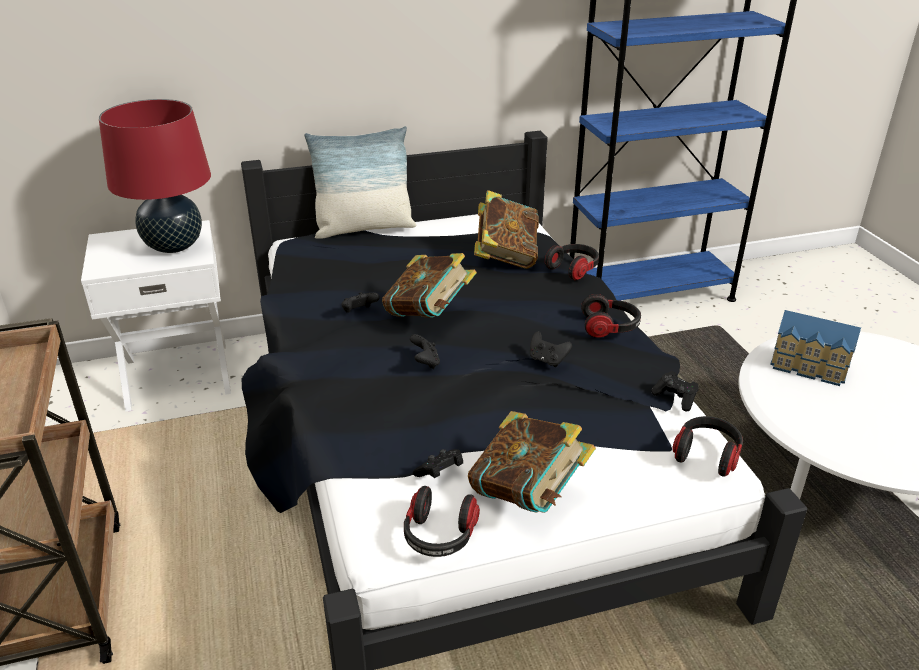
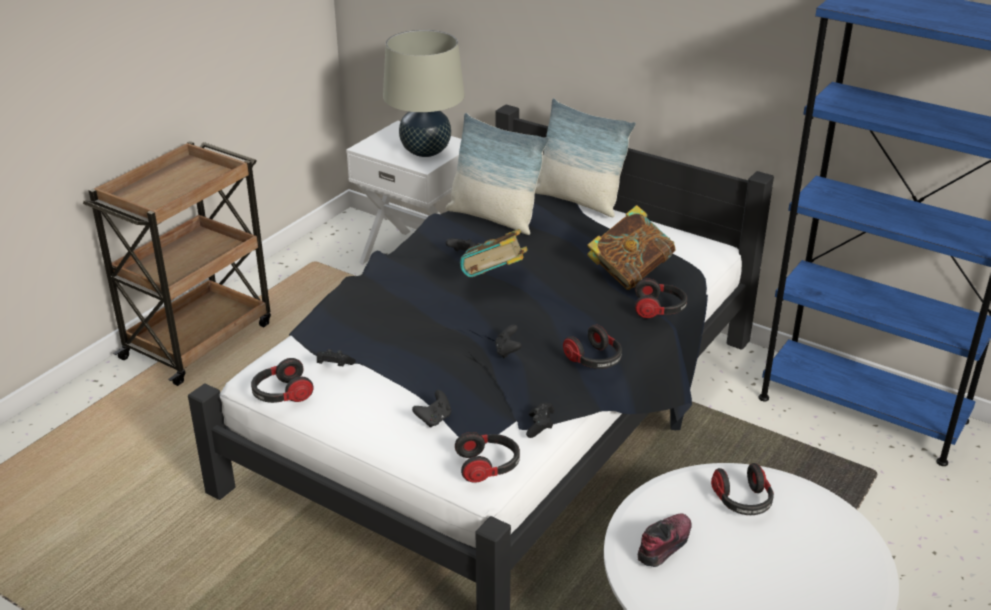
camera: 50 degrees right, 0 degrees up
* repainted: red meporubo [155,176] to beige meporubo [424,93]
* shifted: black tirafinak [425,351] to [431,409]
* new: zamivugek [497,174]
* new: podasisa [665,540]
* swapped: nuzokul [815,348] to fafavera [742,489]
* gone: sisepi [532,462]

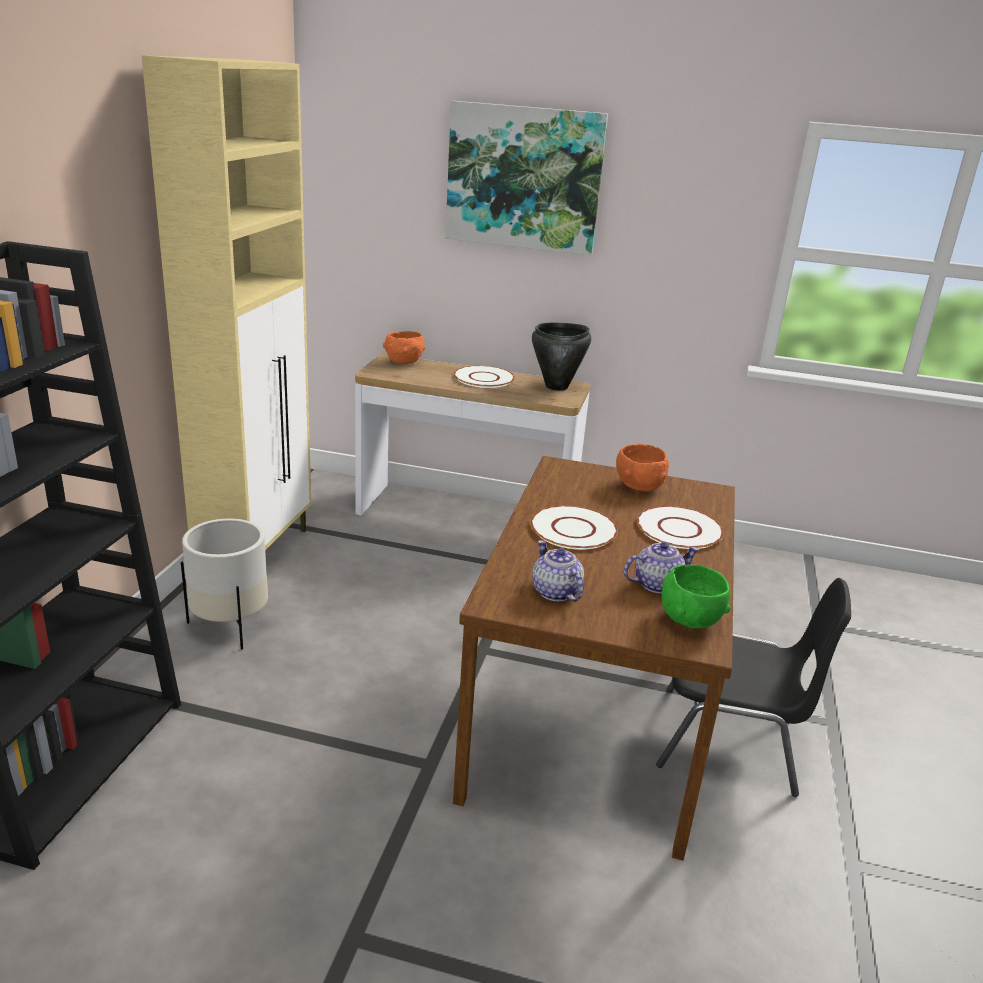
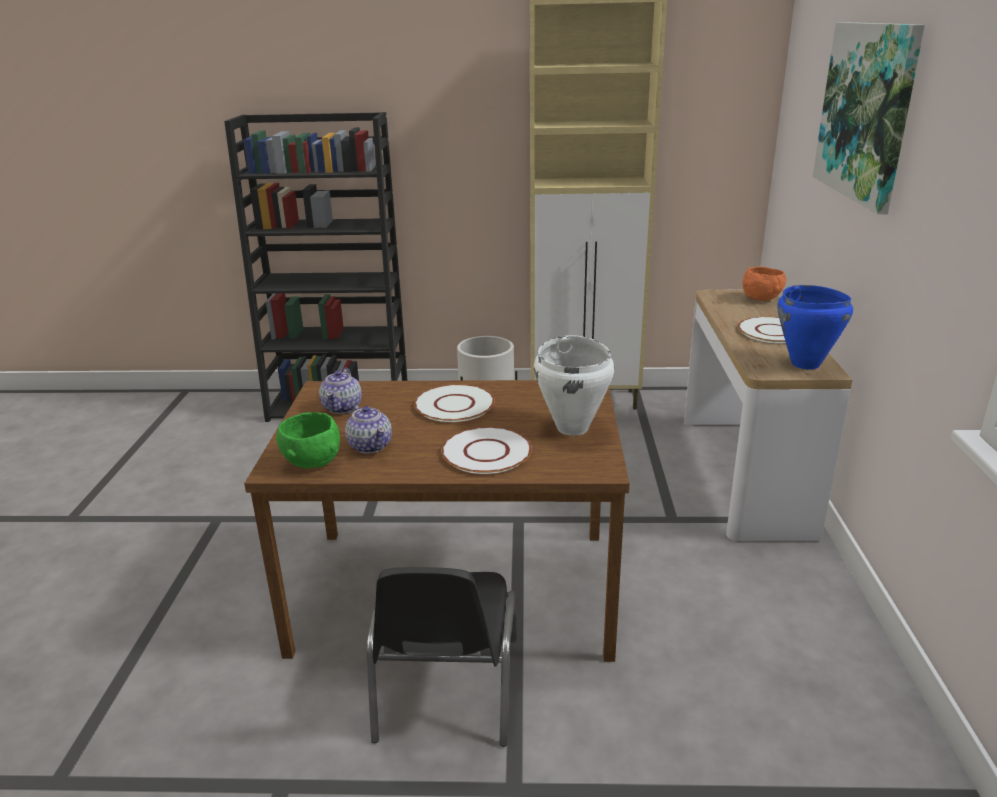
camera: 80 degrees right, 0 degrees up
* rotated: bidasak [558,571] = [340,391] 135 degrees clockwise
* swapped: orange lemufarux [642,467] to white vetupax [574,385]
* repainted: black vetupax [561,356] to blue vetupax [815,327]

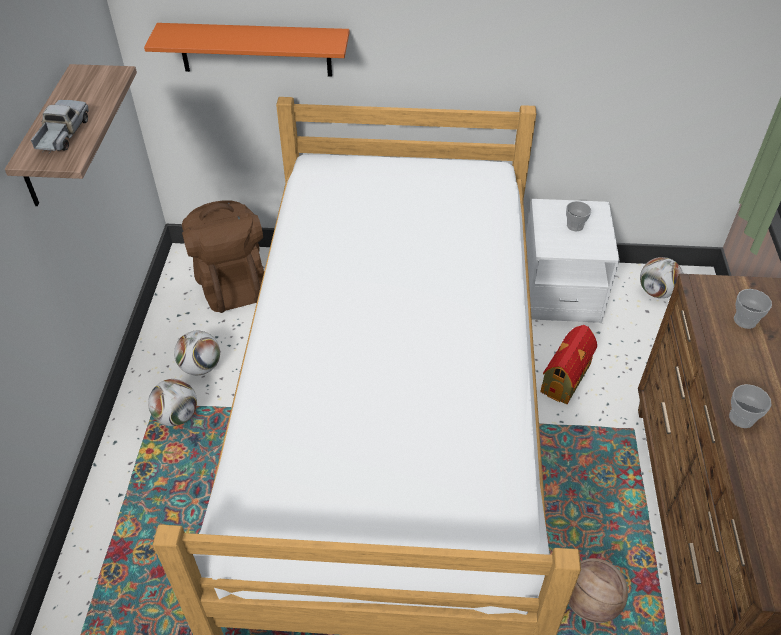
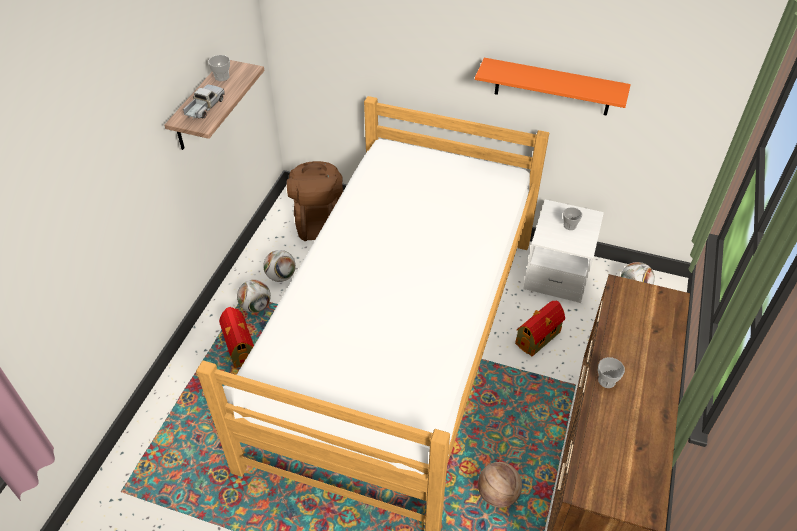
camera: 15 degrees right, 0 degrees up
* shifted: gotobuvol [753,309] to [219,68]
* new: nuzokul [236,337]
* shifted: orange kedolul [246,50] to [553,87]

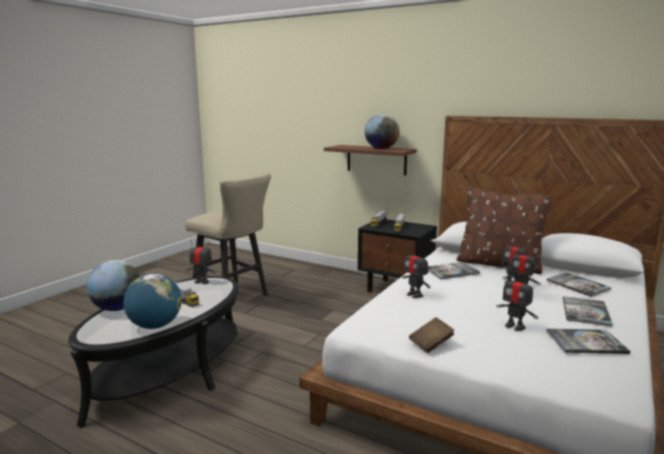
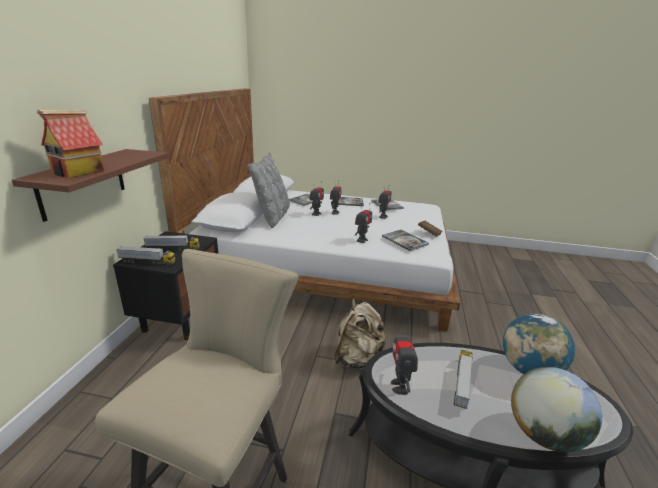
camera: 110 degrees left, 10 degrees up
* new: nuzokul [70,144]
* repainted: brown zamivugek [504,230] to grey zamivugek [269,190]
* new: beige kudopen [360,334]
* shifted: sisepi [454,271] to [405,240]
* gone: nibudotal [382,131]

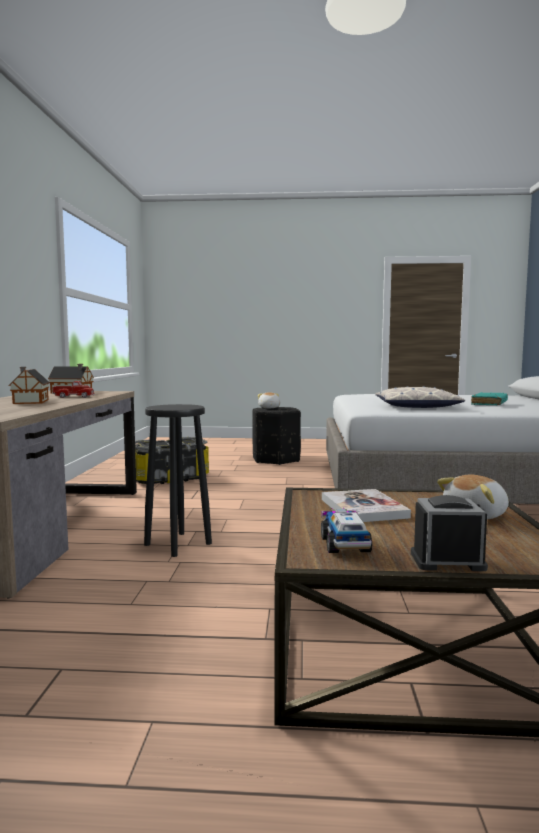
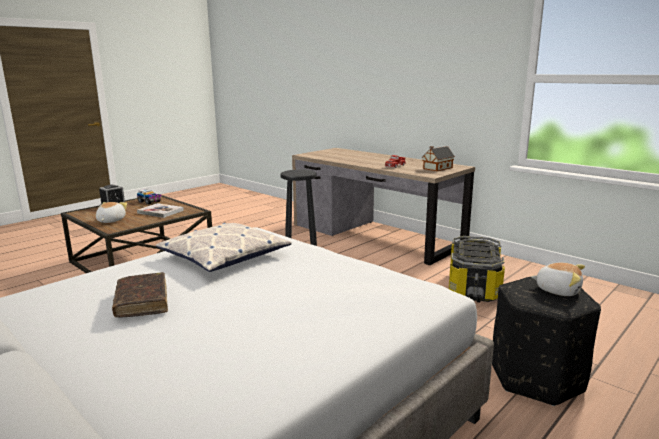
camera: 130 degrees right, 10 degrees up
* repainted: turquoise sisepi [489,399] to brown sisepi [140,294]
* gone: nuzokul [29,385]

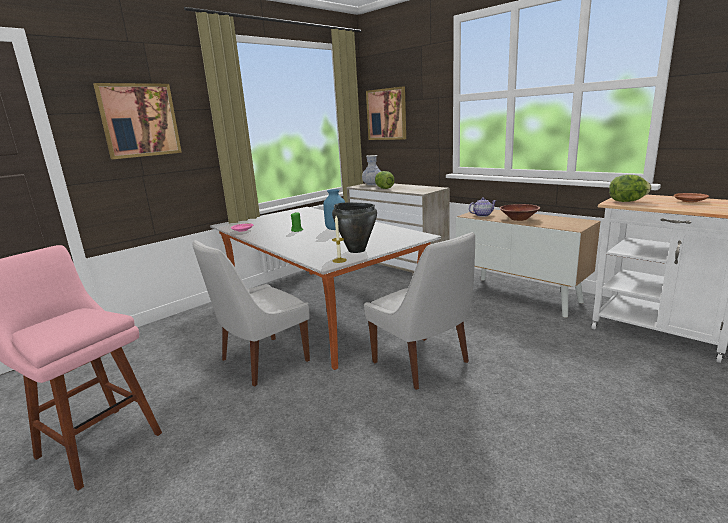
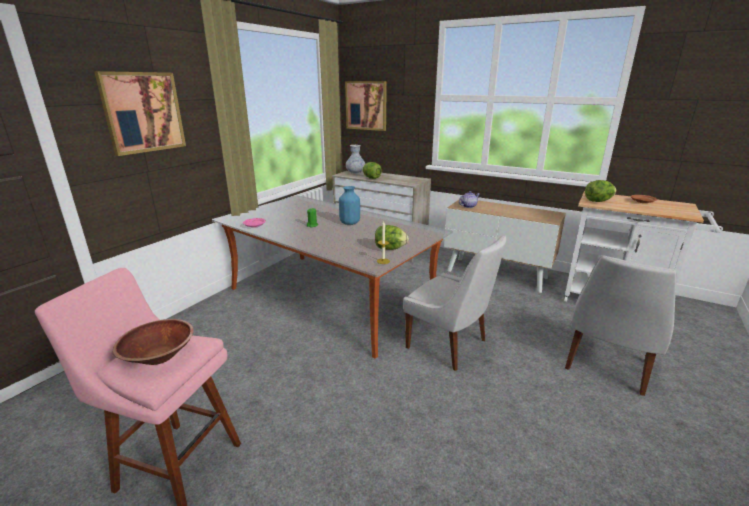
camera: 15 degrees left, 5 degrees up
* shifted: brown lemufarux [520,212] to [153,342]
* swapped: black vetupax [354,227] to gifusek [392,237]
* shifted: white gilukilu [251,313] to [621,325]

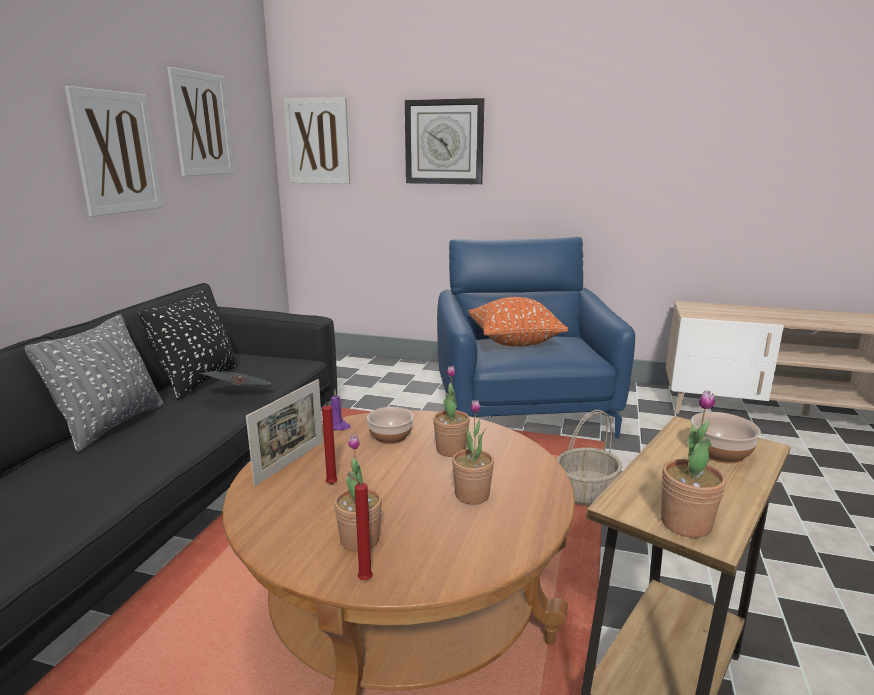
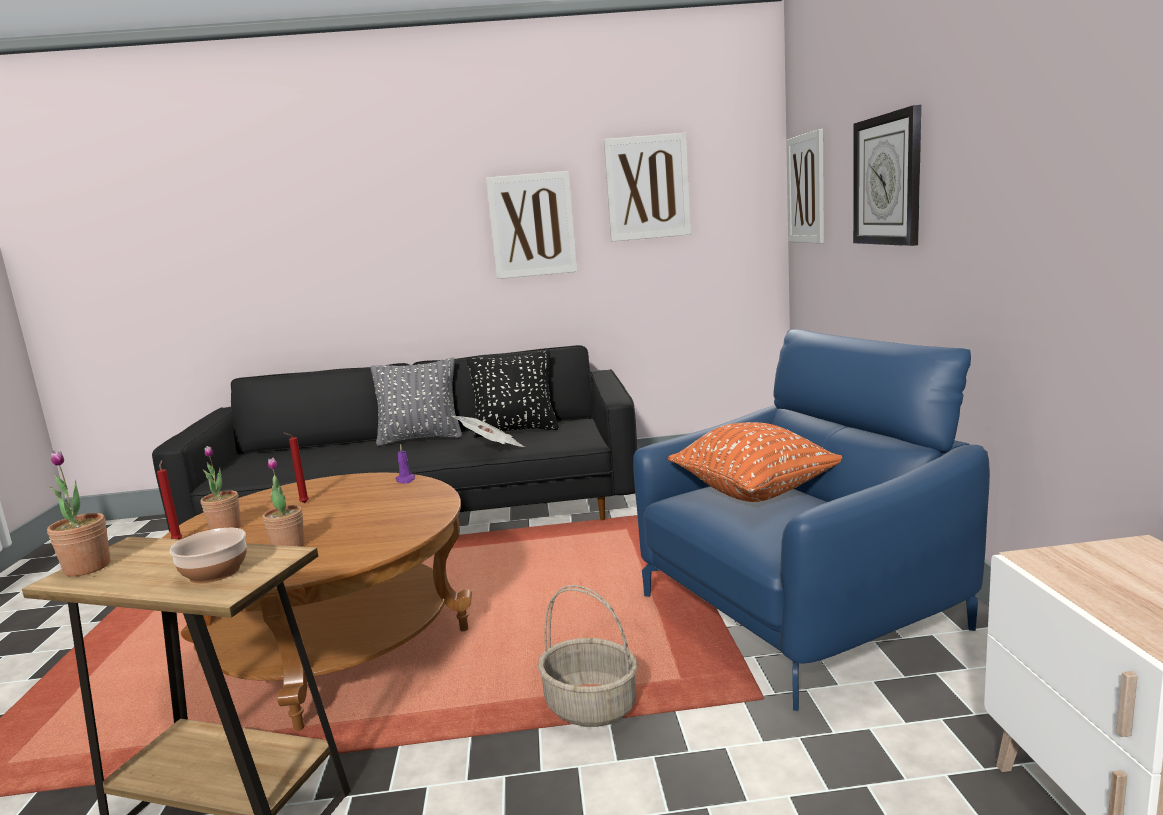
camera: 70 degrees right, 5 degrees down
* gone: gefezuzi [284,432]
* gone: lemufarux [390,425]
* gone: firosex [451,411]

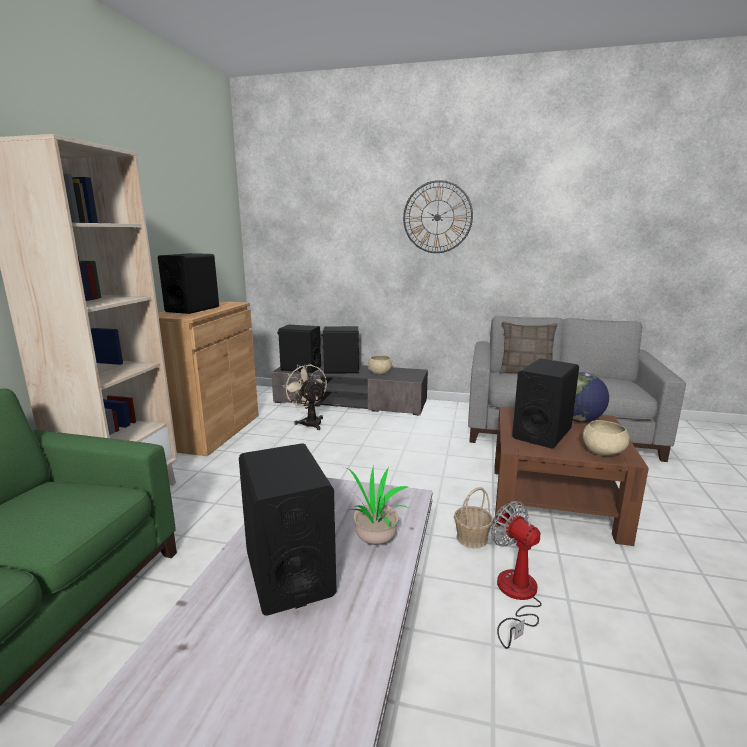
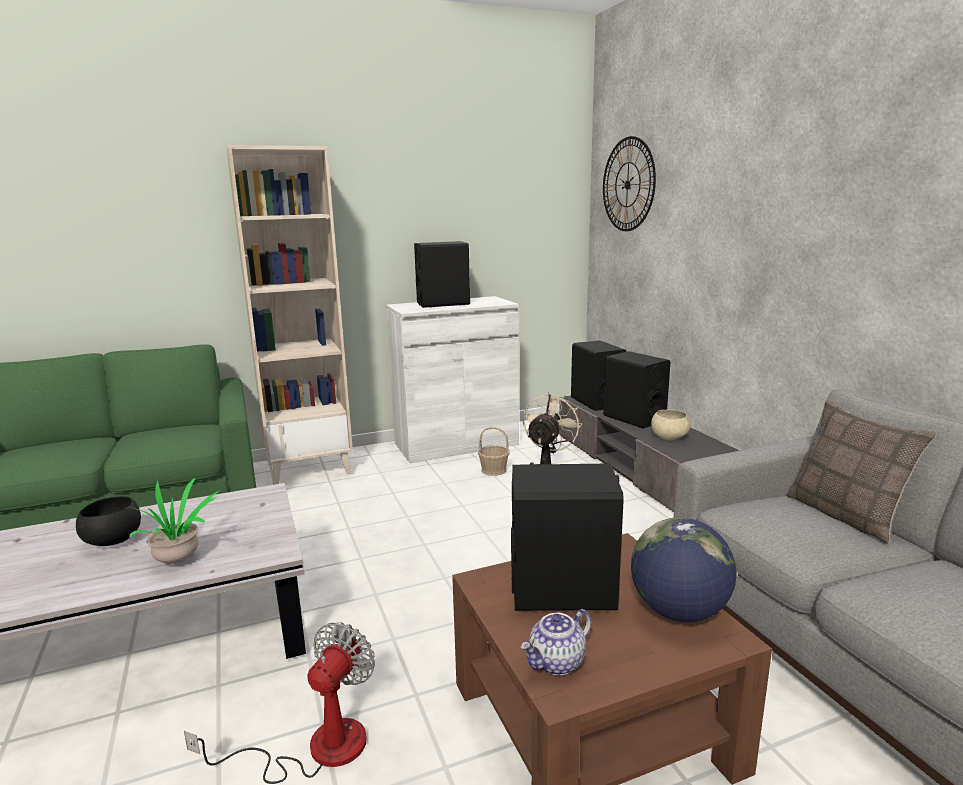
camera: 55 degrees right, 0 degrees up
* swapped: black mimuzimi [288,529] to black lemufarux [108,521]
* repainted: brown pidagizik [208,378] to white pidagizik [452,379]
* shifted: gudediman [473,517] to [494,451]
* swapped: beige lemufarux [606,438] to bidasak [556,642]
* shifted: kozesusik [438,216] to [629,183]

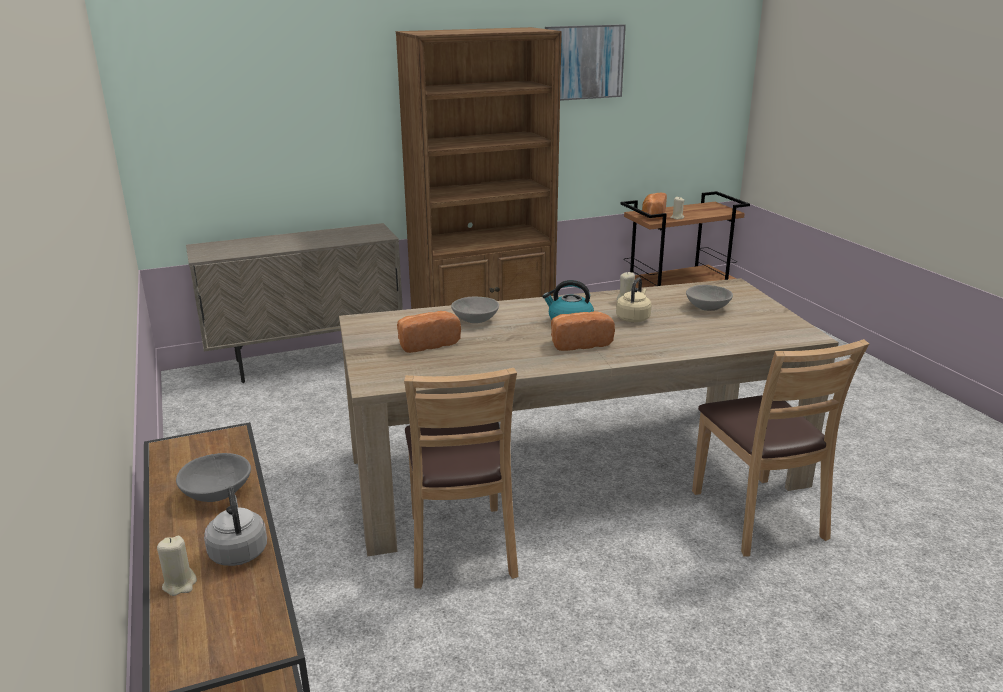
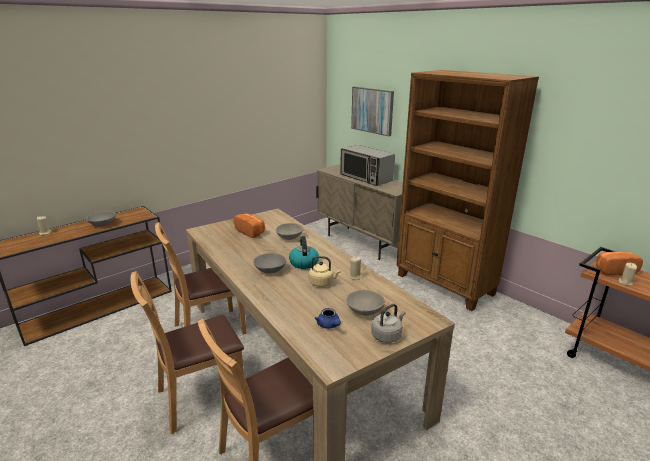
camera: 70 degrees right, 0 degrees up
* new: brown gilukilu [187,352]
* swapped: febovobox [583,331] to grey lemufarux [269,263]
* new: blue bidasak [328,318]
* new: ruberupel [367,165]
* shifted: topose [585,62] to [372,111]
* shifted: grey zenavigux [235,526] to [388,323]

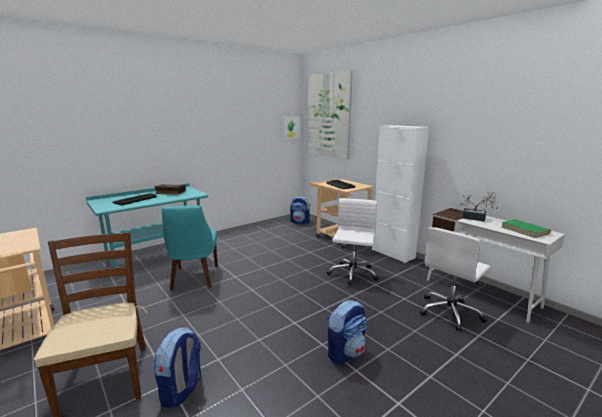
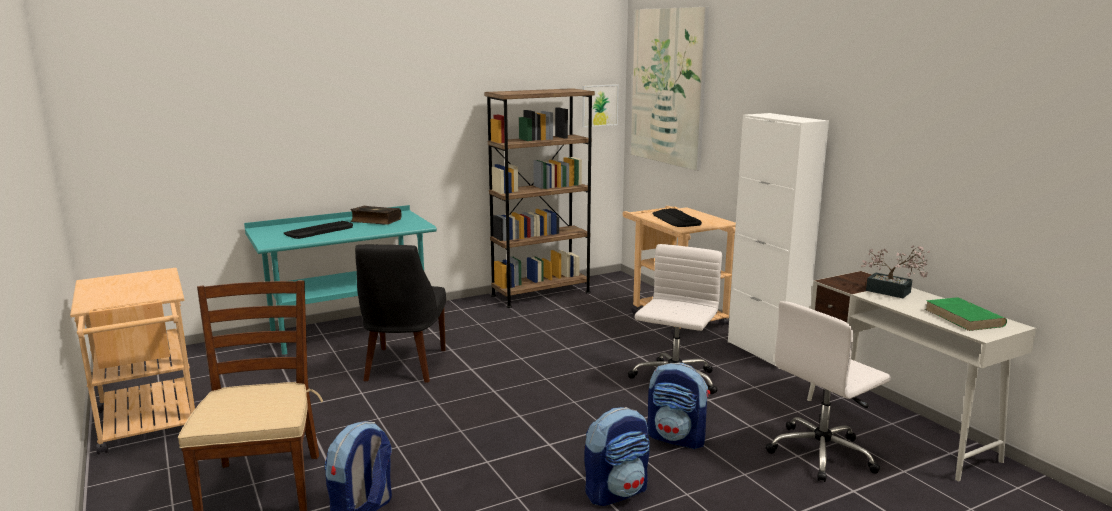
camera: 10 degrees right, 0 degrees up
* repainted: turquoise gilukilu [190,247] to black gilukilu [400,313]
* new: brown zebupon [539,198]
* shifted: kudopen [300,210] to [678,406]

